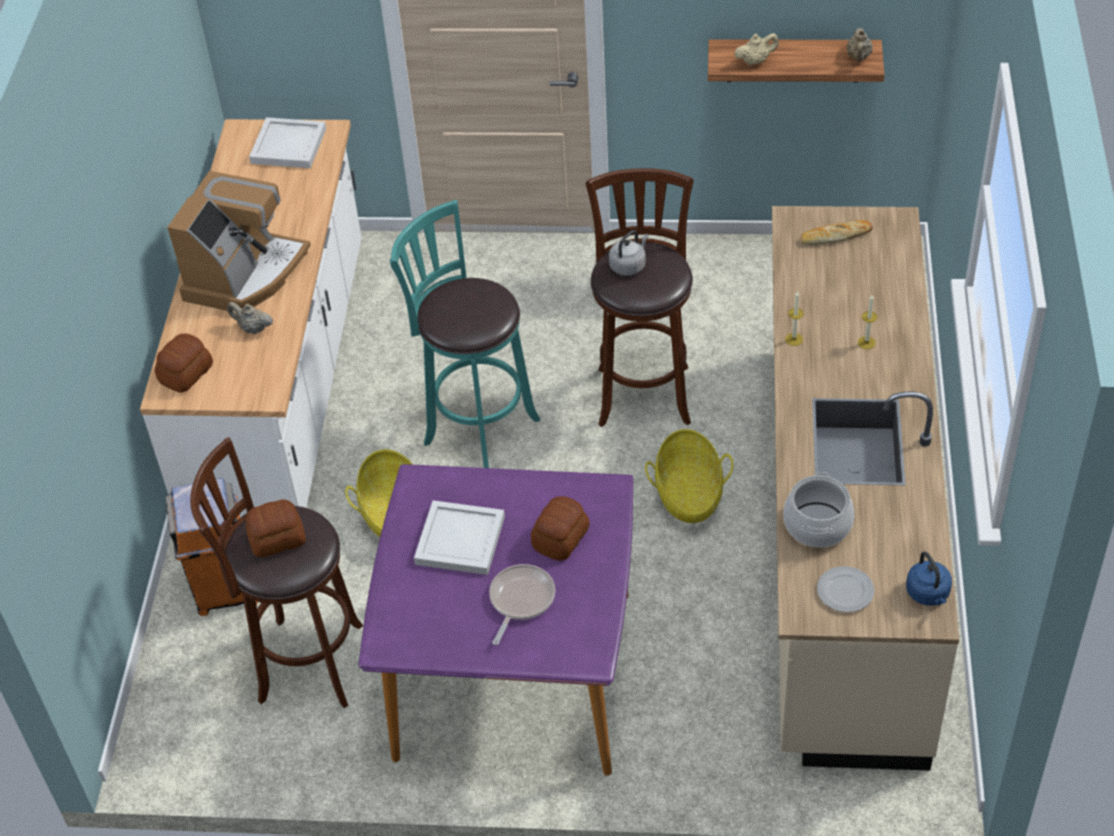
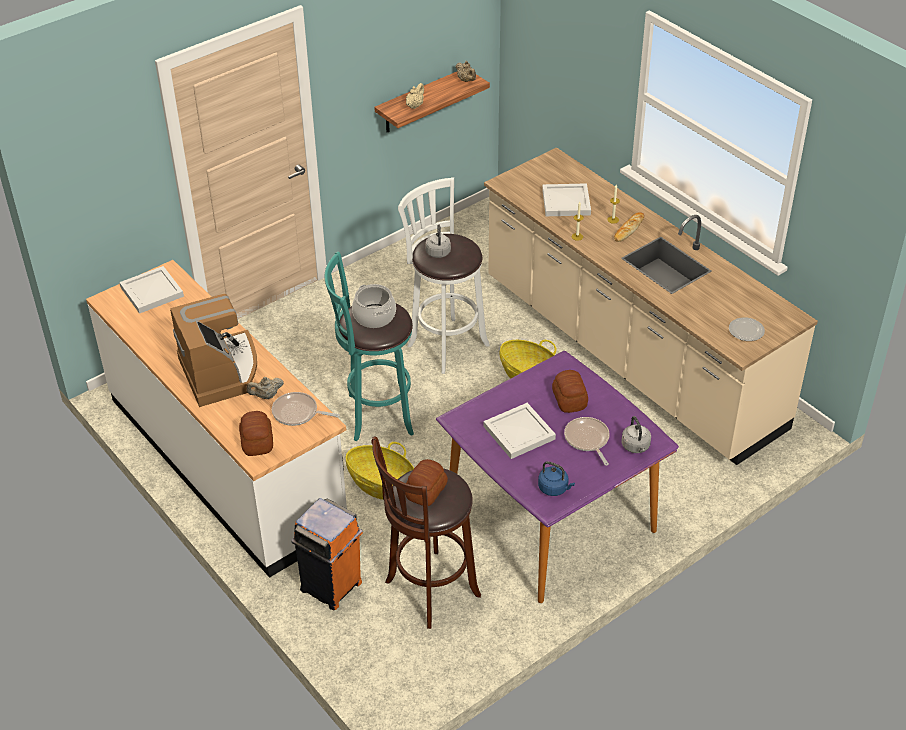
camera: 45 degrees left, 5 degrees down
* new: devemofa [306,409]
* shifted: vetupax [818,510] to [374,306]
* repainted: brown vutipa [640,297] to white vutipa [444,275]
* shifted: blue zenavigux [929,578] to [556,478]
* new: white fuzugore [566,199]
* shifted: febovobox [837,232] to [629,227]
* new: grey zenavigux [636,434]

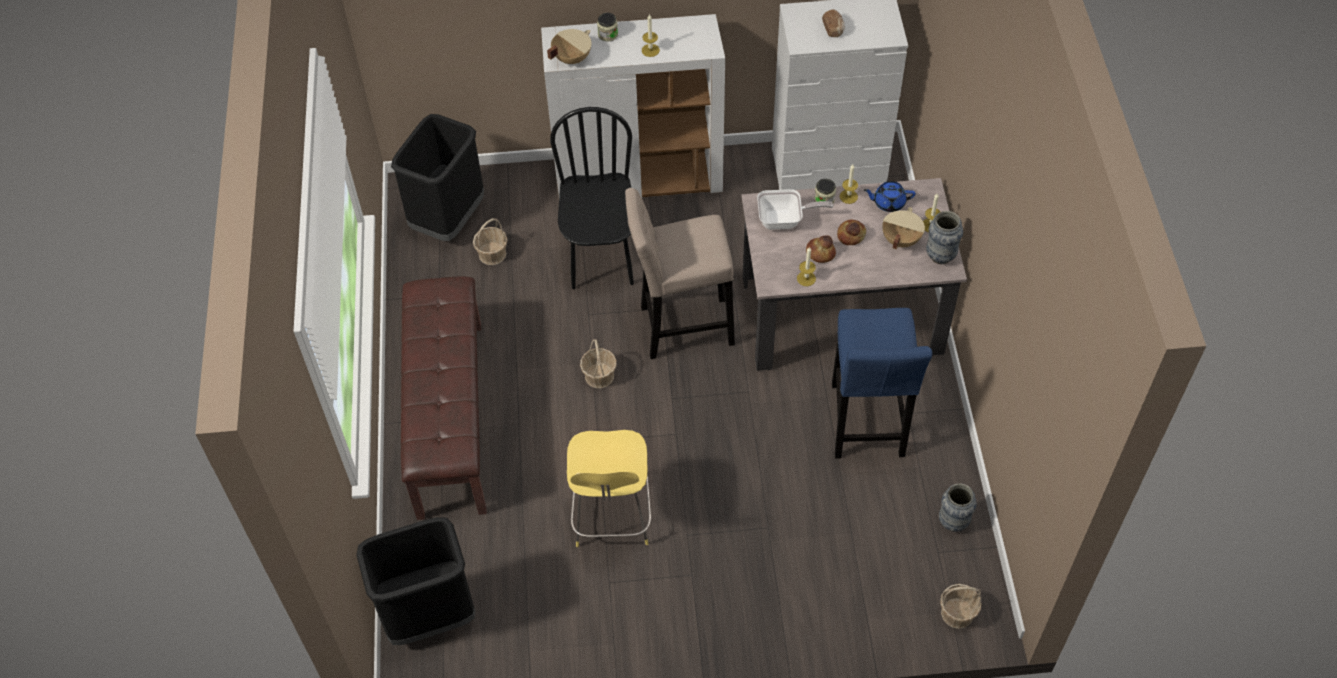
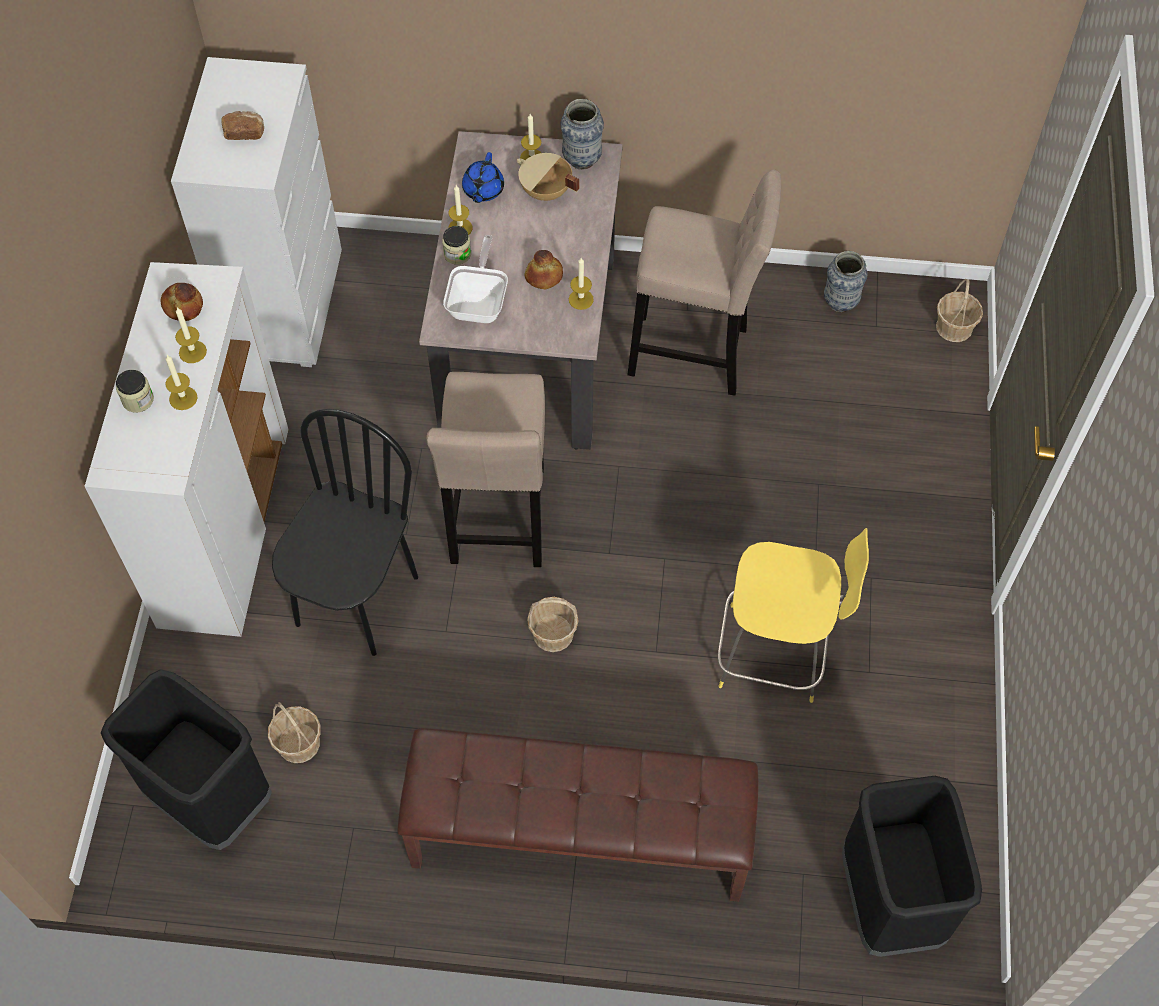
camera: 80 degrees left, 5 degrees up
* shifted: febovobox [851,232] to [181,302]
* new: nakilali [181,382]
* rotated: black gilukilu [592,198] = [345,532] 105 degrees clockwise
* repainted: blue vutipa [882,383] to beige vutipa [704,282]
* gone: beige vetupax [569,46]

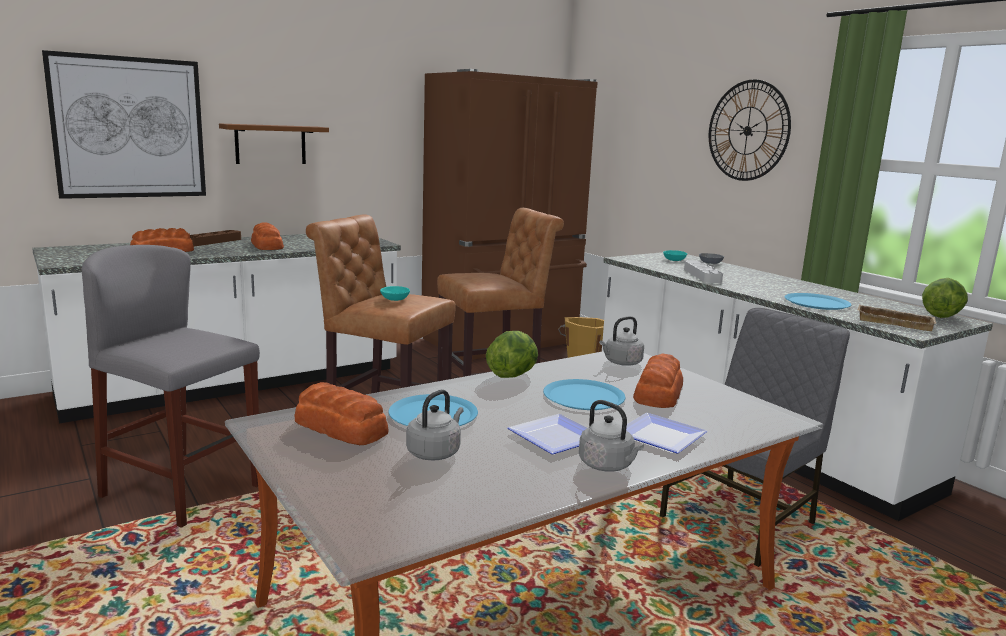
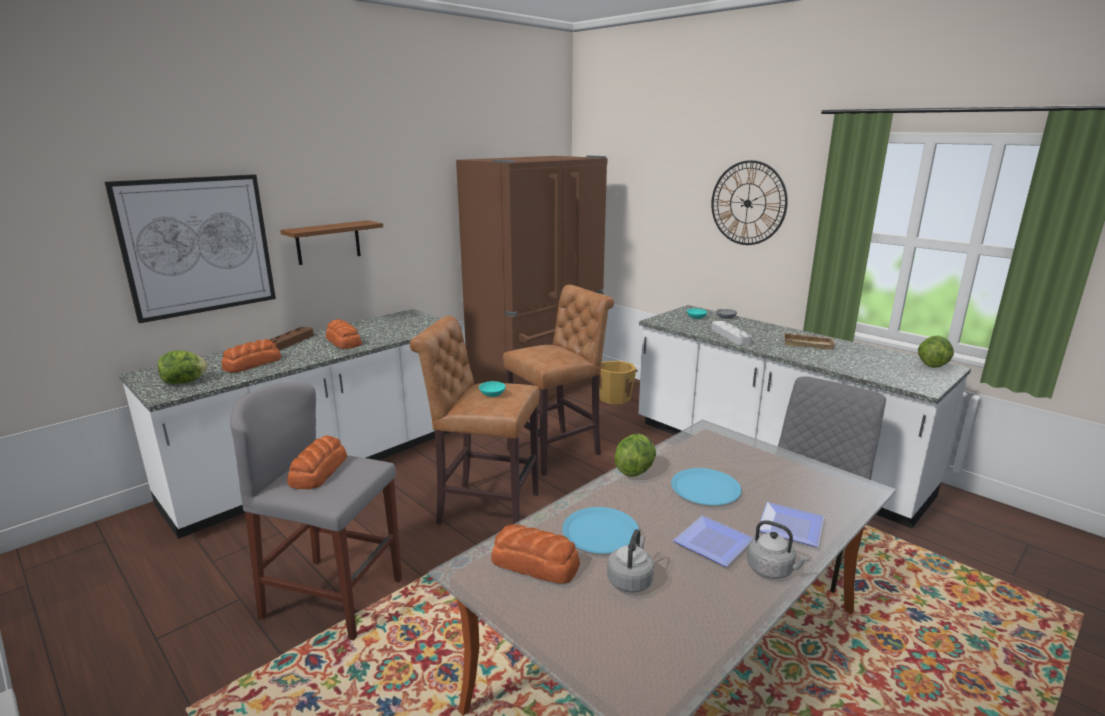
camera: 10 degrees left, 5 degrees up
* new: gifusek [183,367]
* shifted: febovobox [658,381] to [317,462]
* shifted: beige fuzugore [897,318] to [809,341]
* gone: grey zenavigux [621,341]
* gone: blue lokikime [817,301]

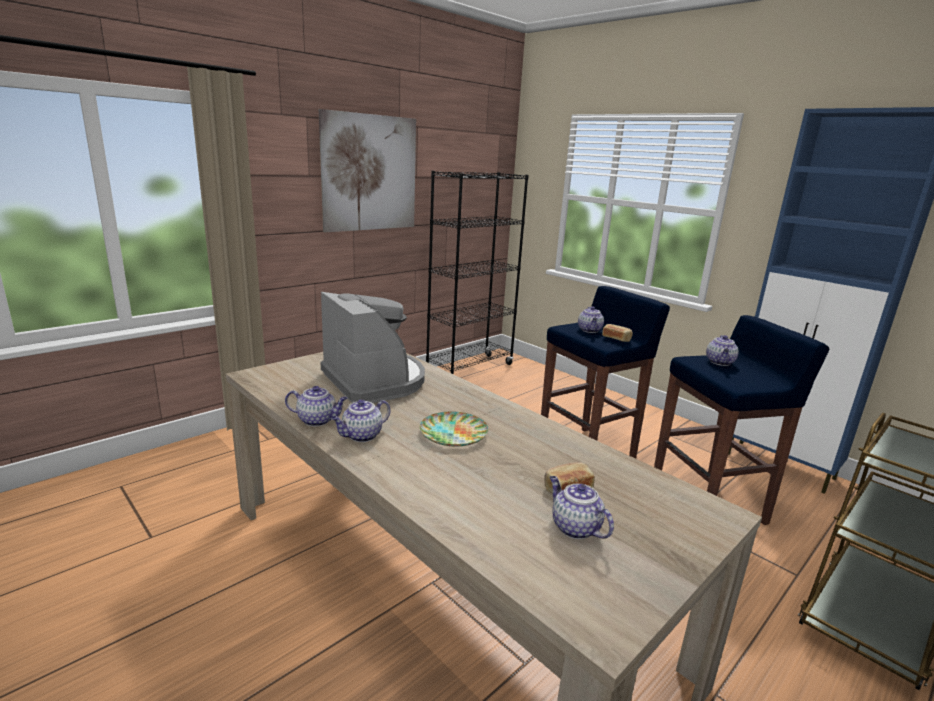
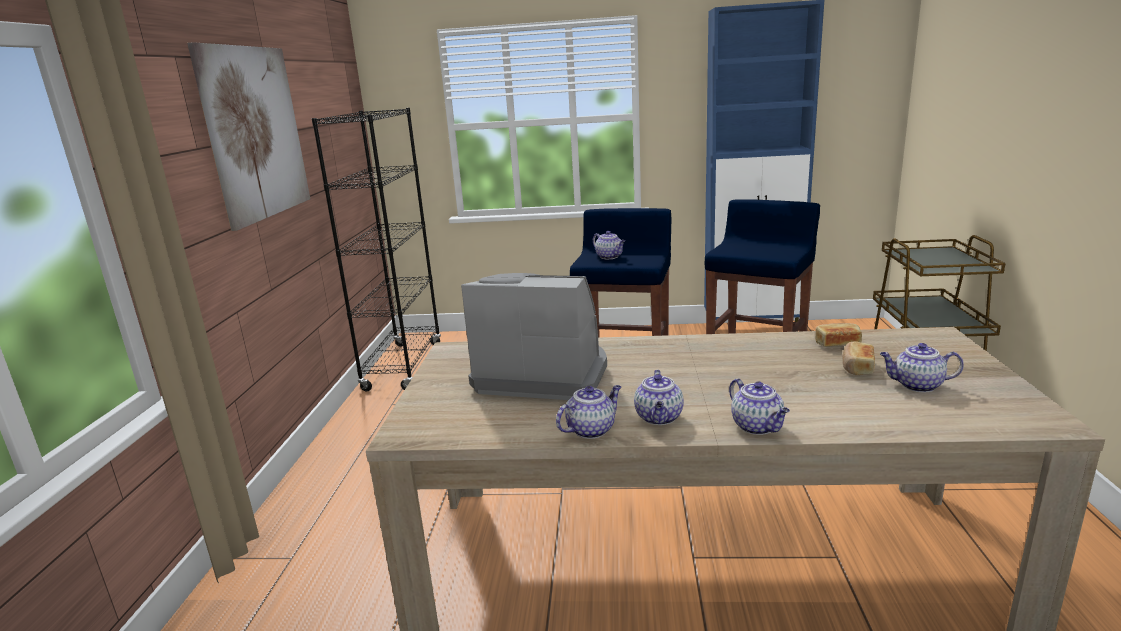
camera: 40 degrees left, 0 degrees up
* shifted: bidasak [722,350] to [759,406]
* shifted: febovobox [617,333] to [838,335]
* gone: lokikime [454,429]

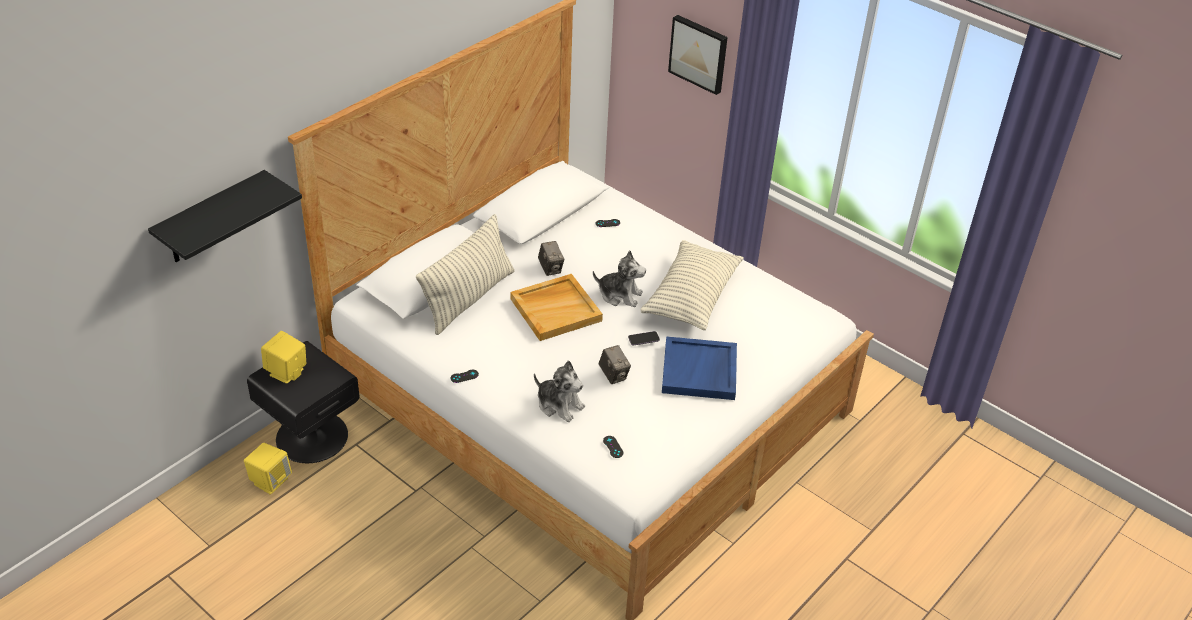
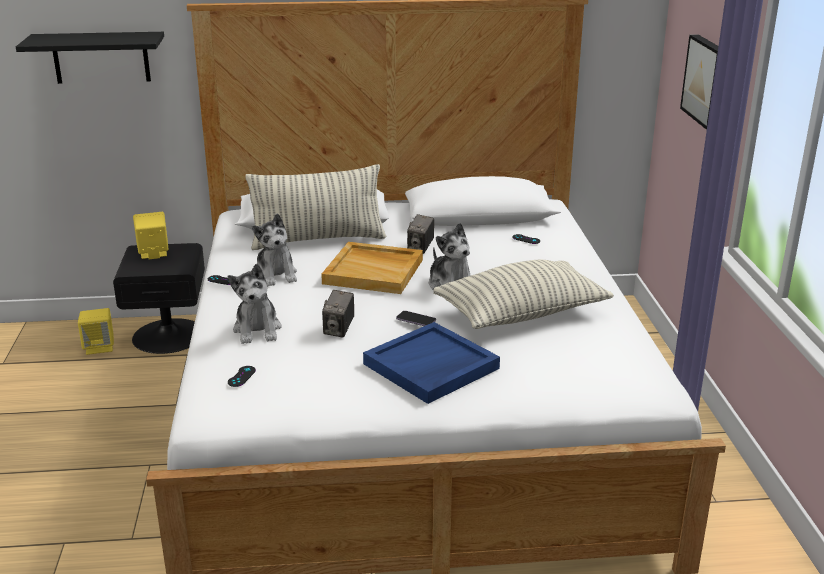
camera: 45 degrees right, 15 degrees down
* new: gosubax [274,249]

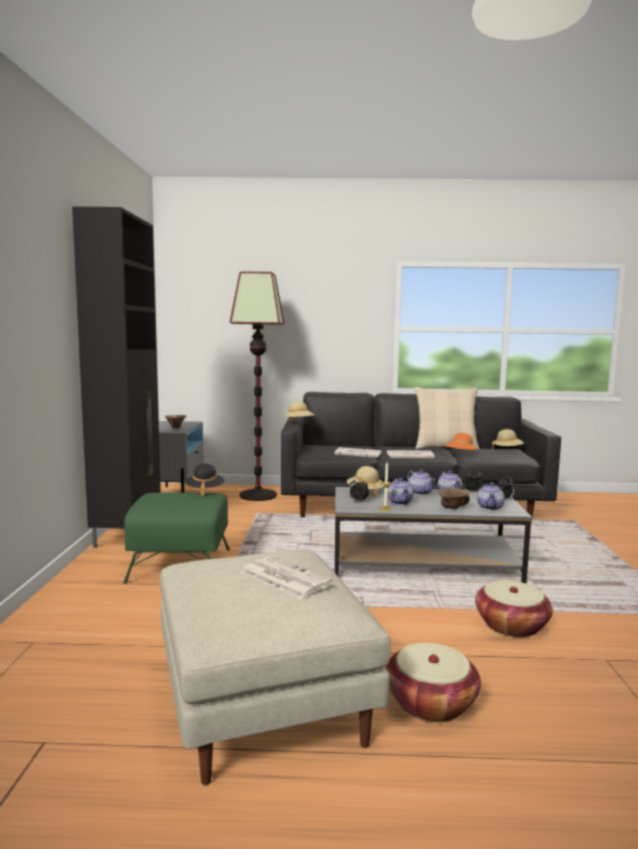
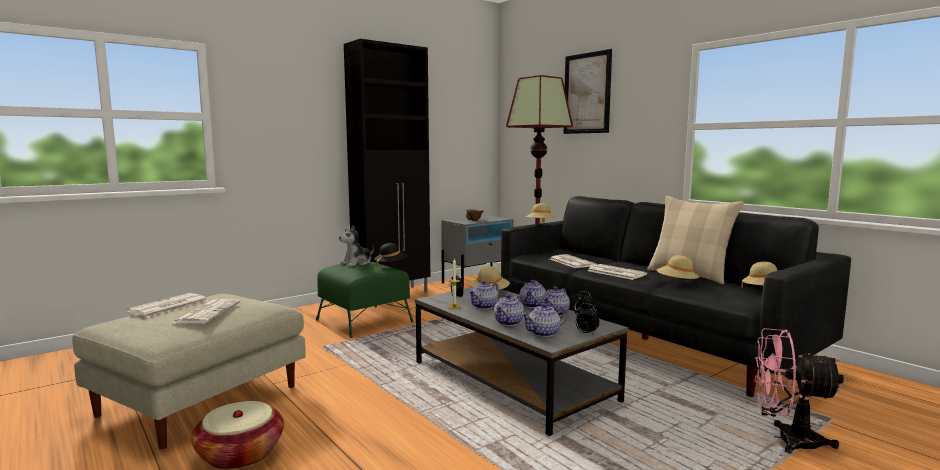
camera: 50 degrees right, 0 degrees up
* new: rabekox [167,305]
* new: gosubax [356,246]
* swapped: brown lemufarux [454,498] to bidasak [509,310]
* new: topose [587,91]
* repainted: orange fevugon [461,443] to beige fevugon [678,267]
* new: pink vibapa [799,391]
* gone: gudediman [514,608]

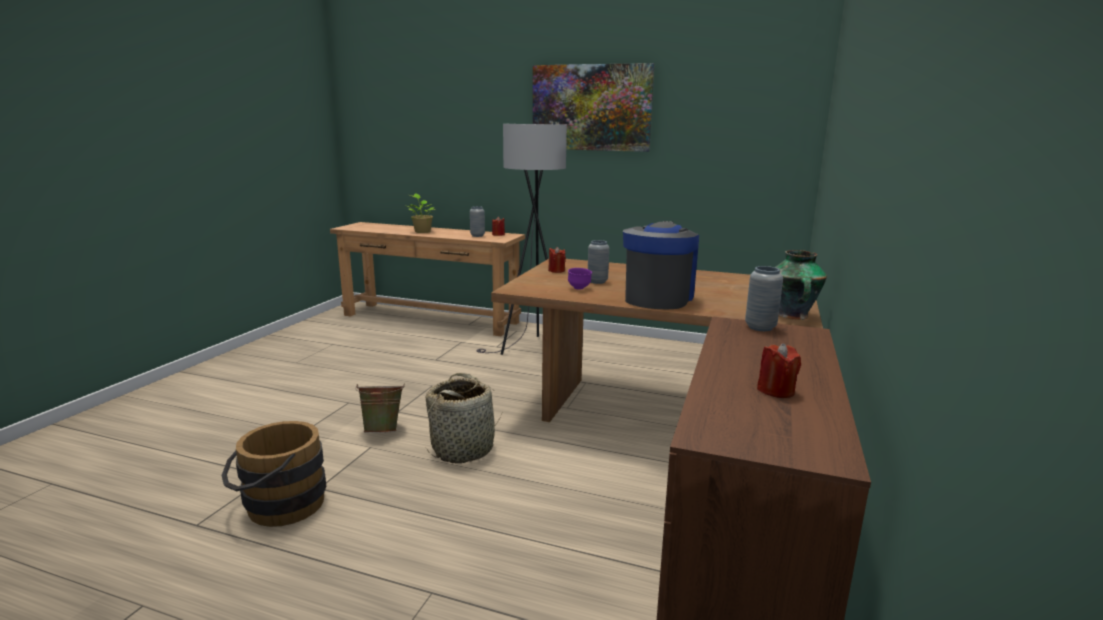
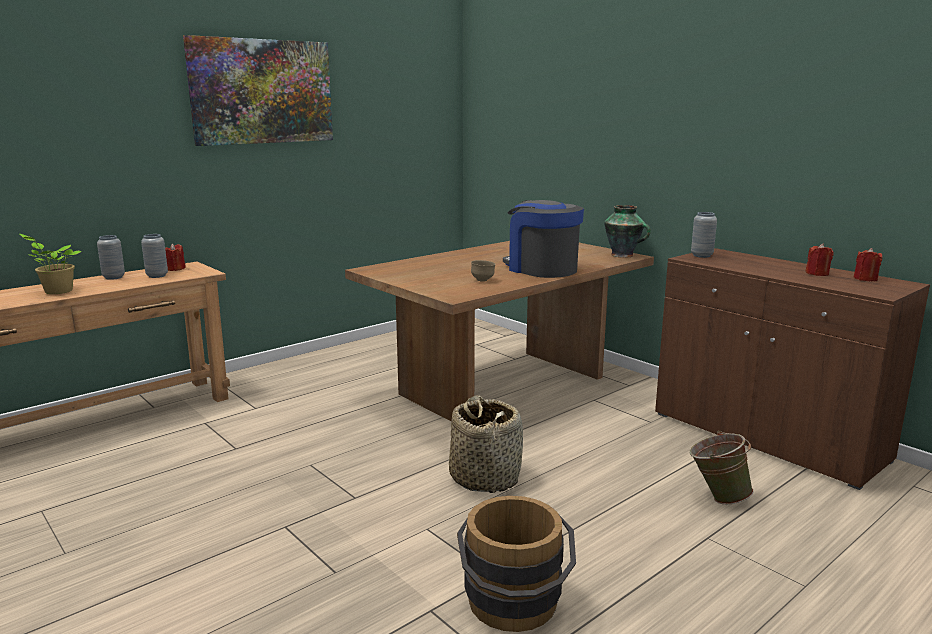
camera: 60 degrees left, 0 degrees up
* shifted: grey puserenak [598,262] to [111,257]
* repainted: purple lemufarux [580,279] to brown lemufarux [483,271]
* shifted: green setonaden [380,408] to [722,467]
* shifted: red nakilali [557,260] to [868,264]
* gone: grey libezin [522,239]

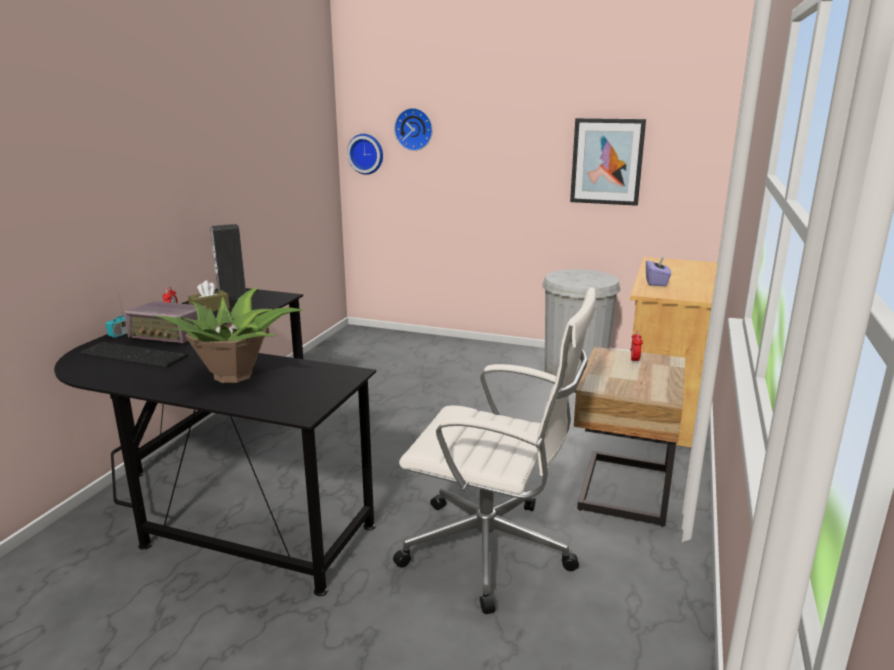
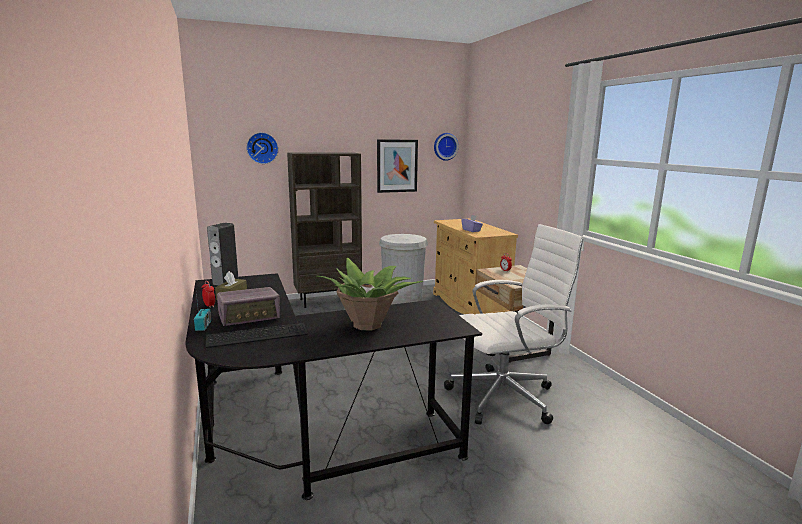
camera: 40 degrees left, 5 degrees down
* new: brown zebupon [324,230]
* shifted: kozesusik [365,154] to [446,147]

